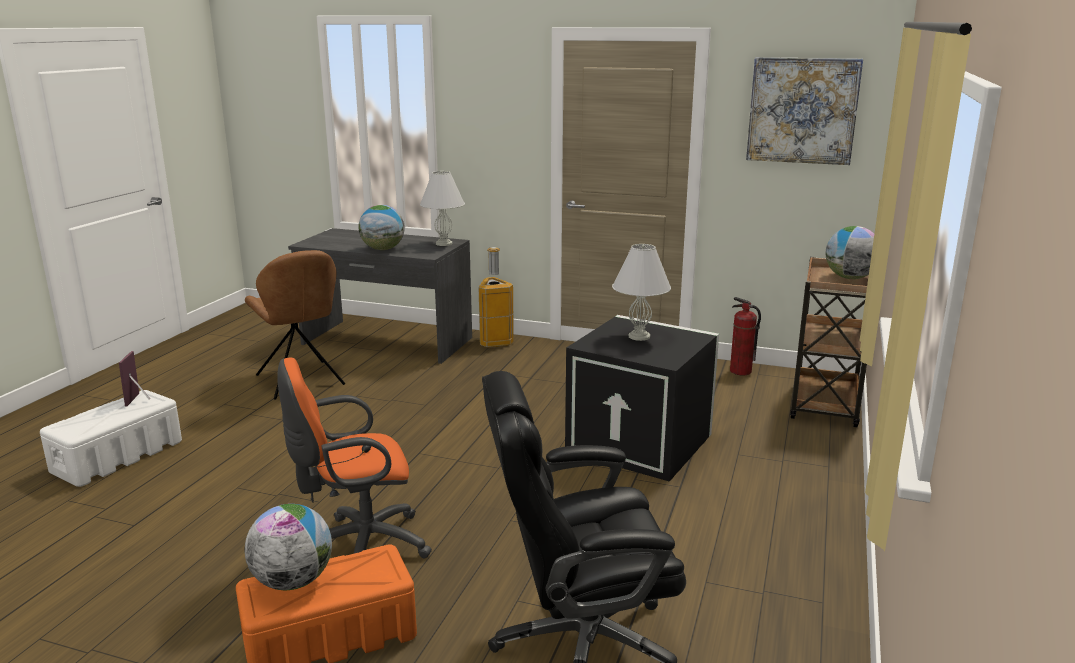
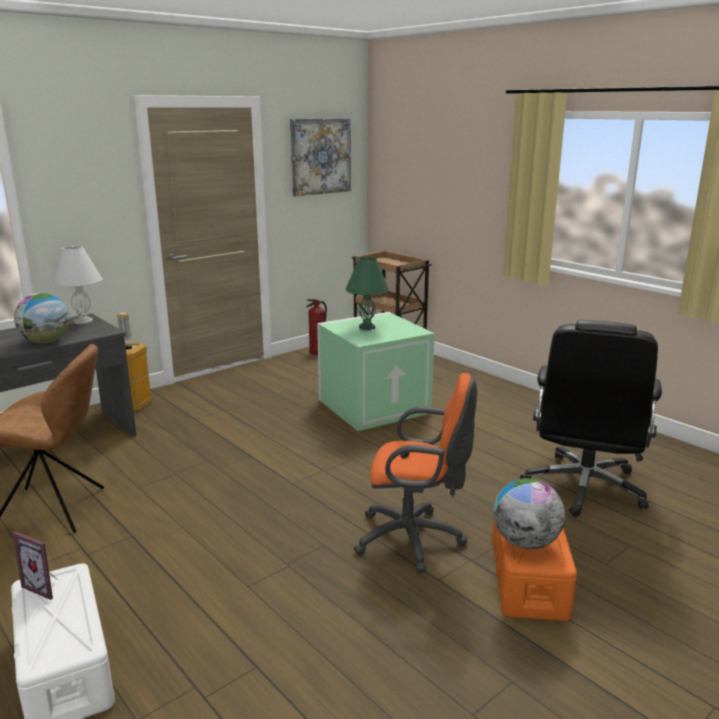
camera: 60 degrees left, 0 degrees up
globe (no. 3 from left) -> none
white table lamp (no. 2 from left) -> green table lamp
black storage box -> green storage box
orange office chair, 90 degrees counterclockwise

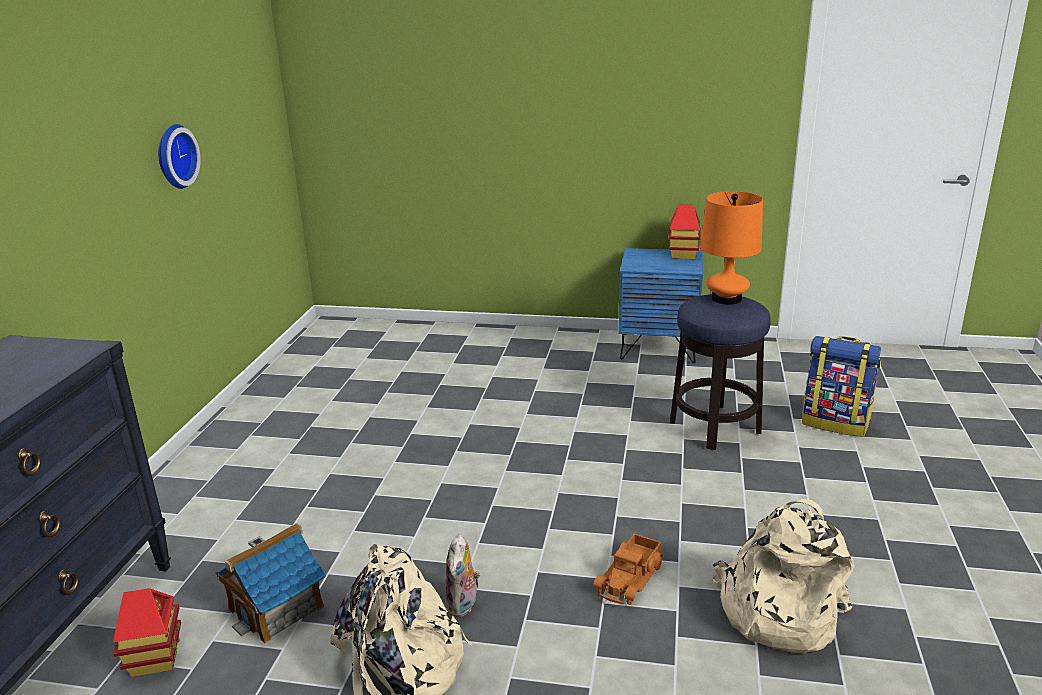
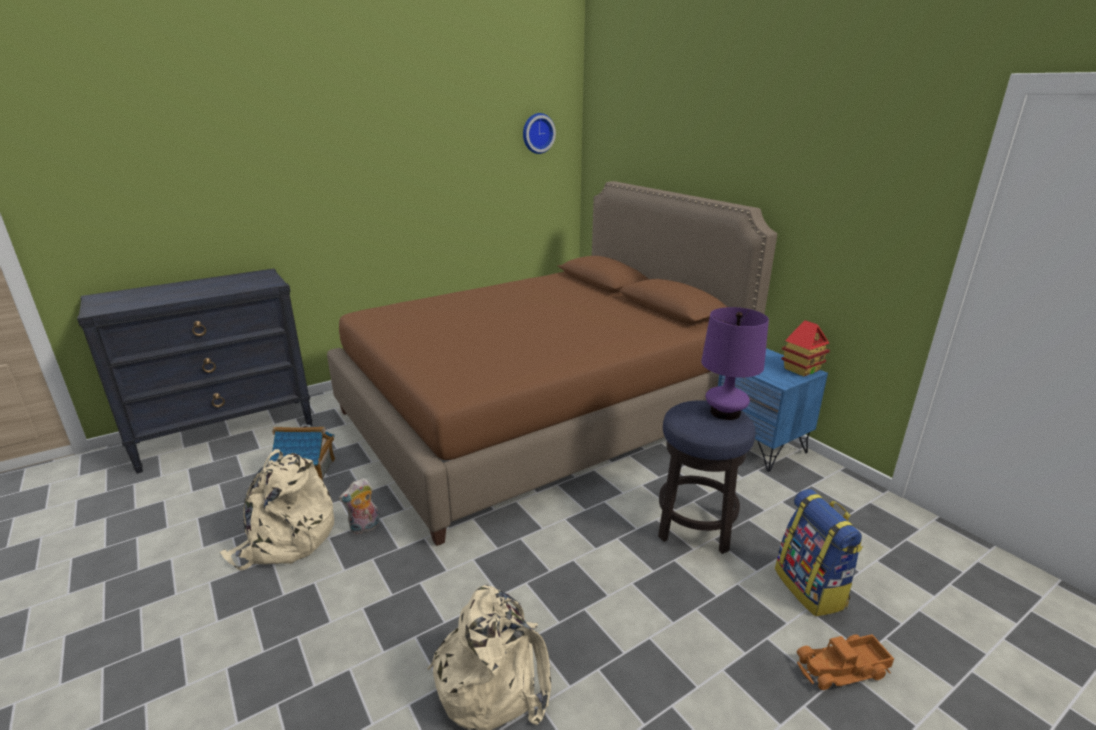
camera: 45 degrees right, 0 degrees up
wall clock, shifted
orange table lamp -> purple table lamp
toy truck, shifted
toy house (no. 1 from left) -> none
none -> brown bed

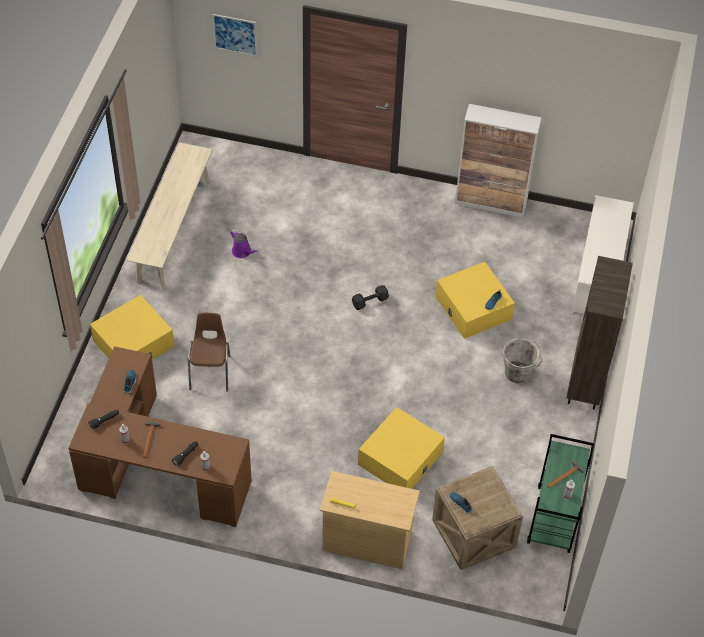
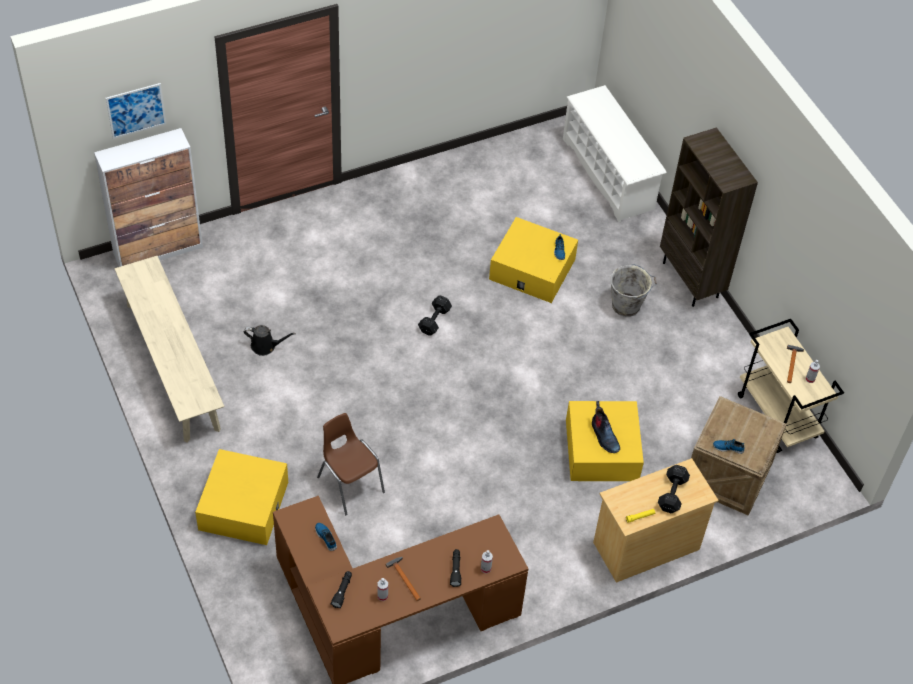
camera: 40 degrees left, 0 degrees up
cabinet, shifted
purple watering can -> black watering can
green cart -> beige cart
none -> boot
none -> black dumbbell (no. 2 from left)

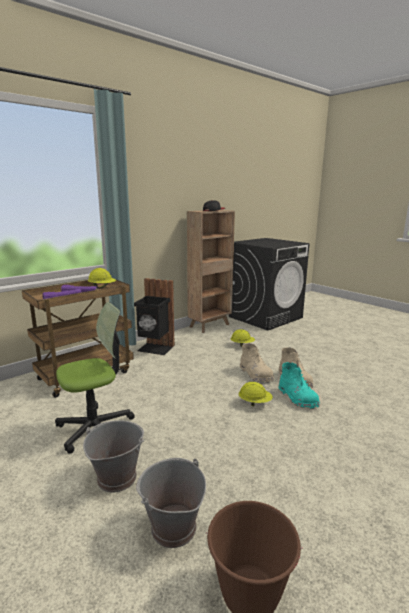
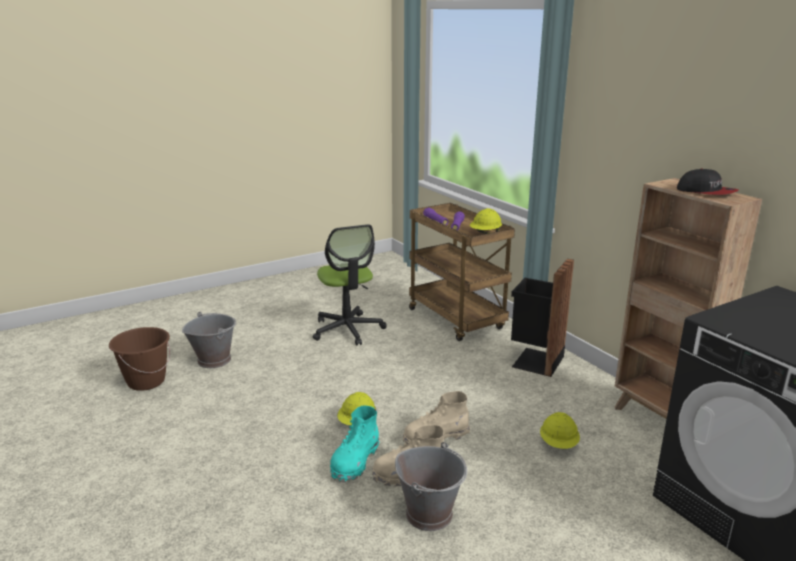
camera: 100 degrees right, 5 degrees up
turquoise boot, 45 degrees counterclockwise
grey bucket (no. 1 from left in the first image) -> grey bucket (no. 2 from left), shifted

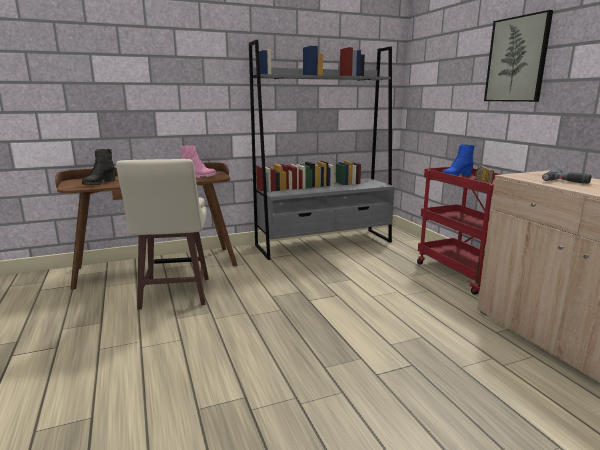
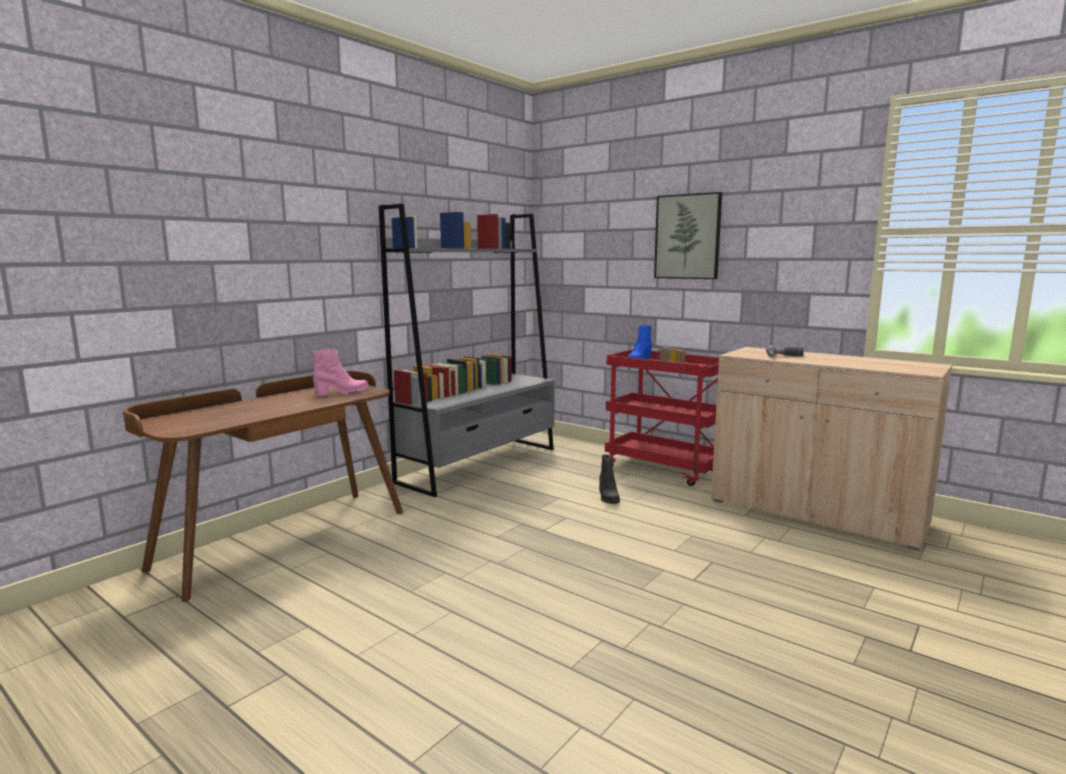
camera: 30 degrees left, 5 degrees down
black boot, shifted
beige stool -> none

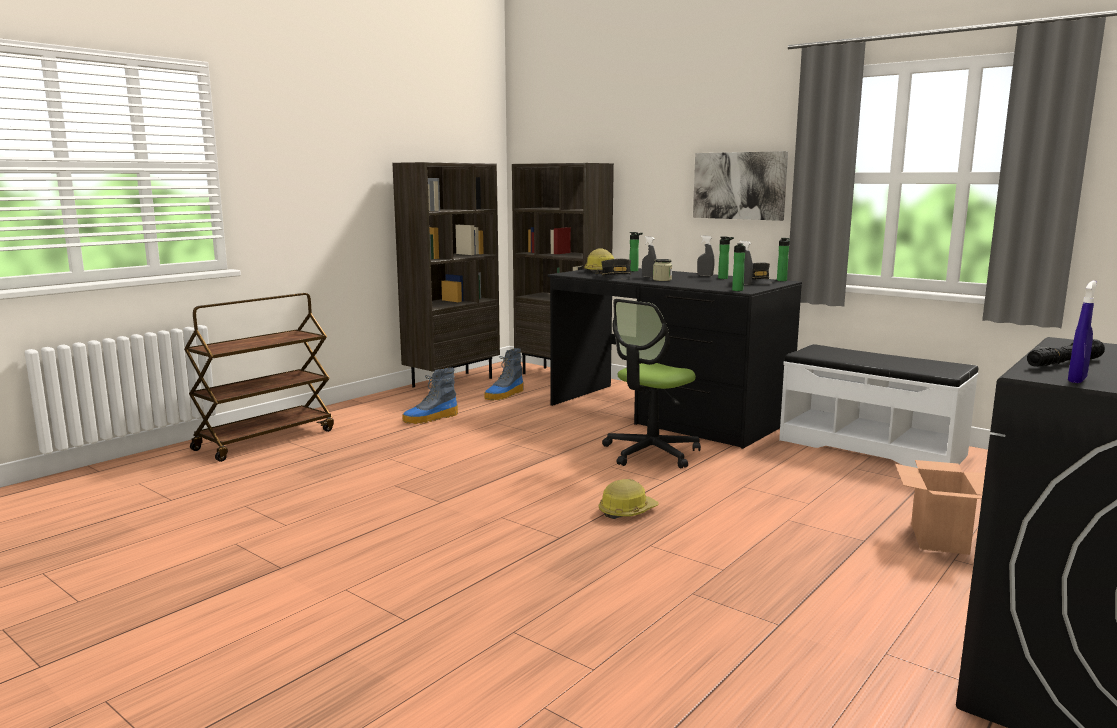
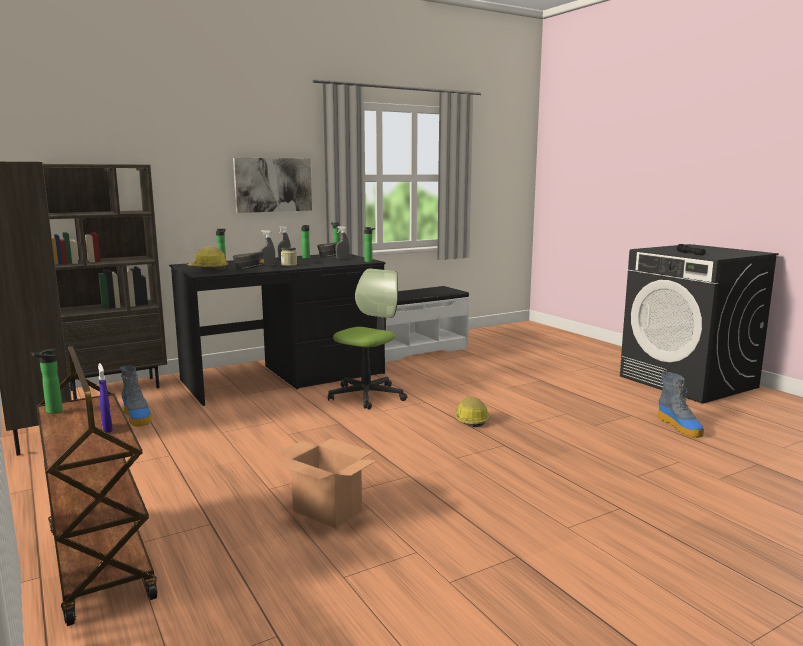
camera: 70 degrees left, 0 degrees up
blue spray bottle, shifted
office chair, 120 degrees counterclockwise
boot (no. 1 from left in the first image) -> boot (no. 2 from left), shifted
cardboard box, shifted
none -> bottle (no. 1 from left)

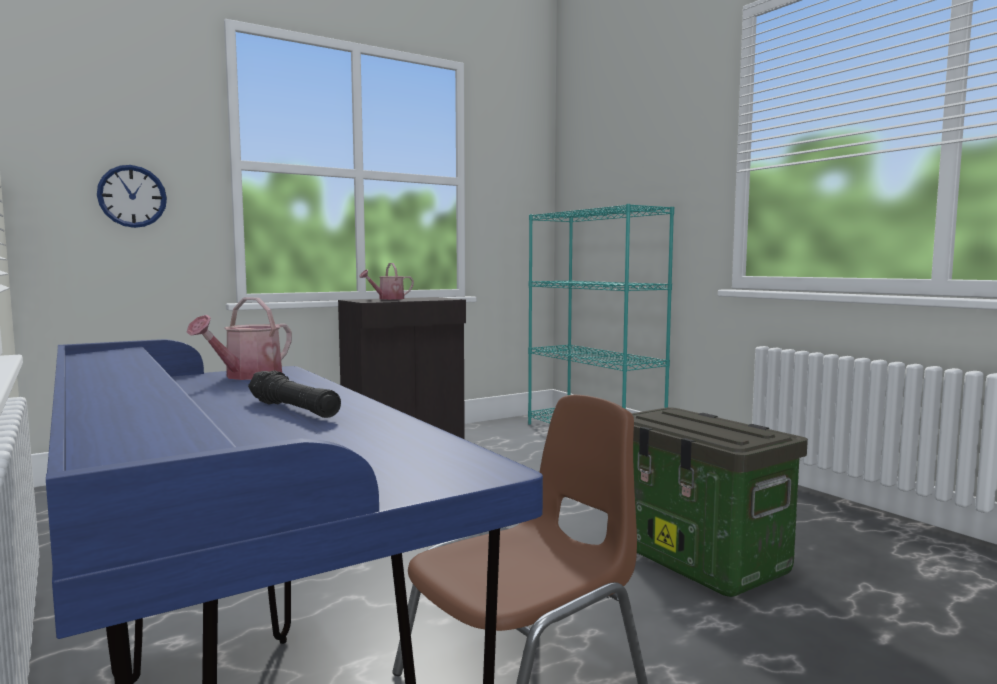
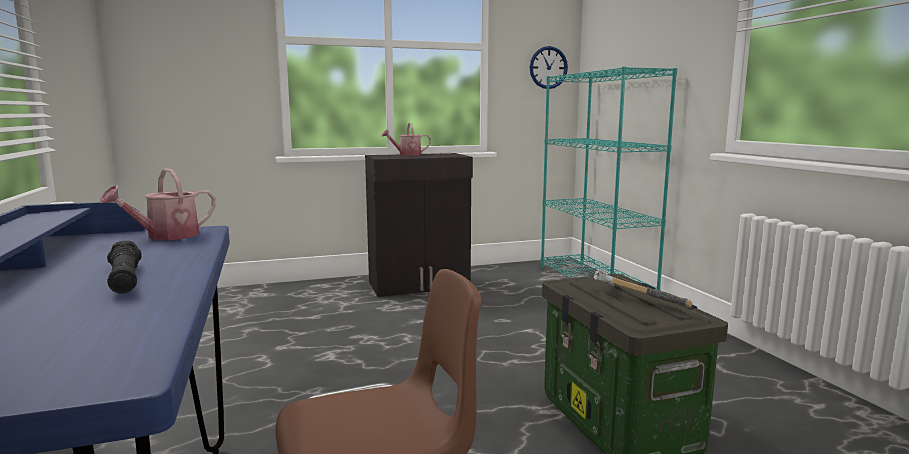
camera: 15 degrees right, 5 degrees up
wall clock, shifted
none -> hammer

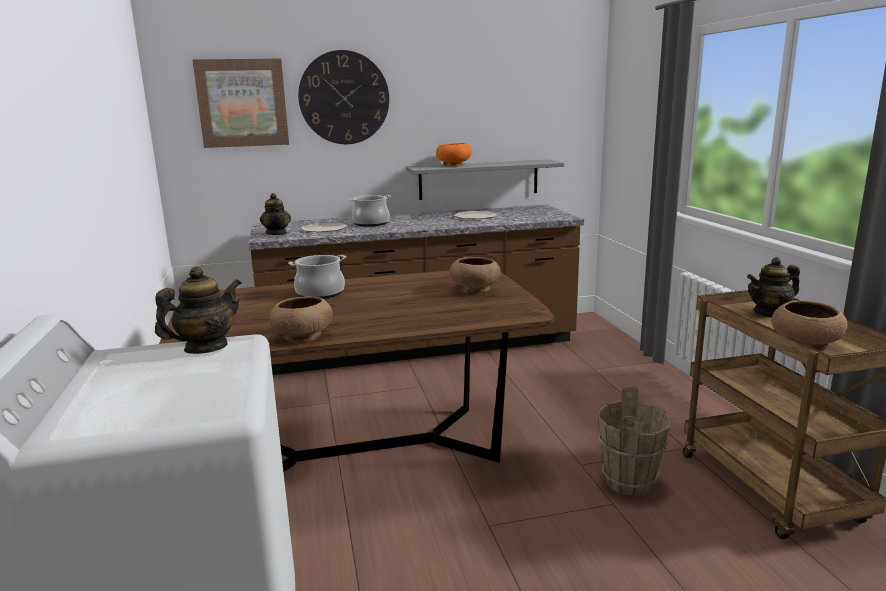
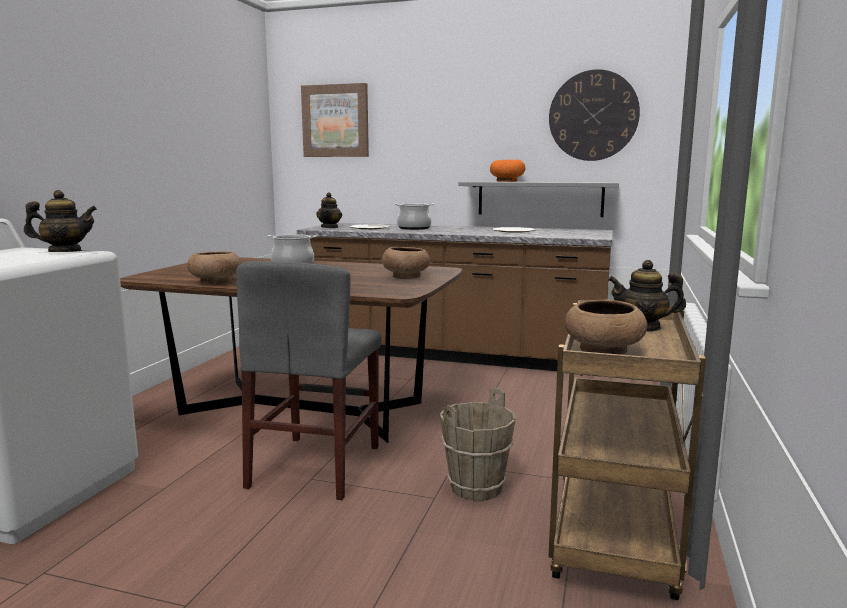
camera: 30 degrees right, 5 degrees down
wall clock, shifted
none -> grey chair

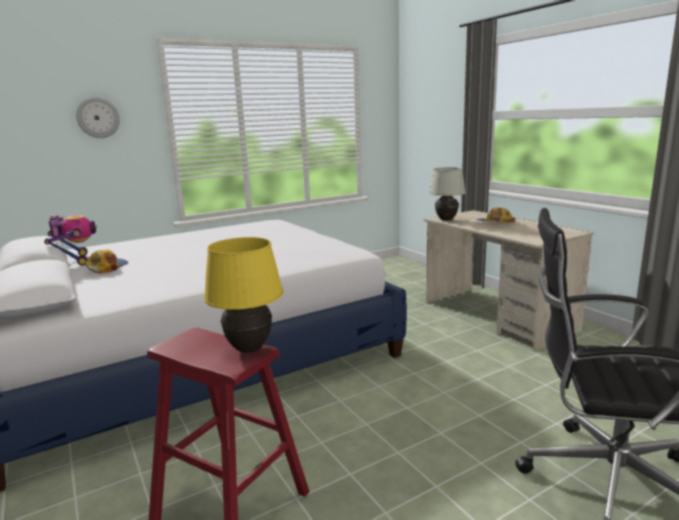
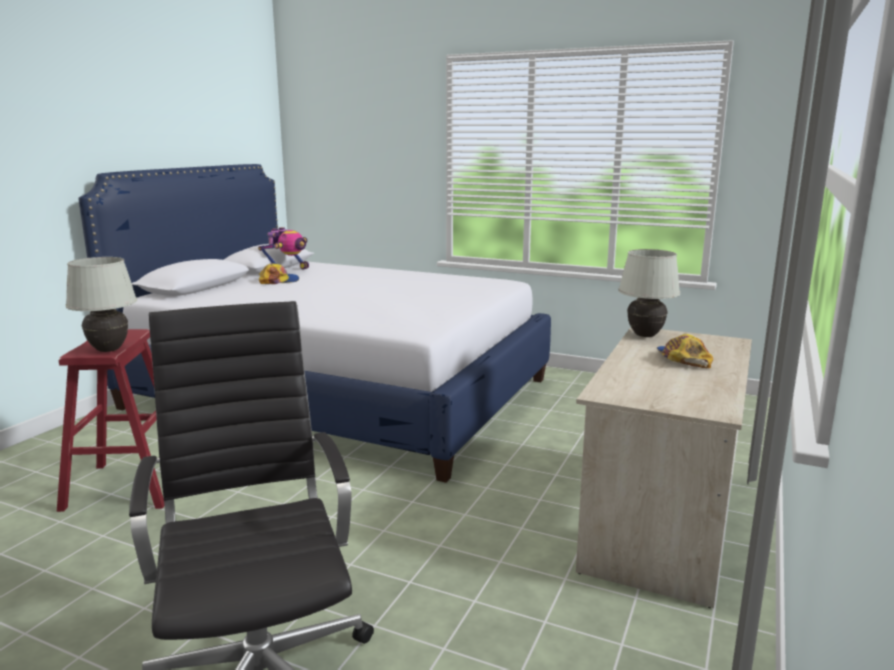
camera: 55 degrees right, 0 degrees up
wall clock -> none
yellow table lamp -> white table lamp (no. 1 from left)

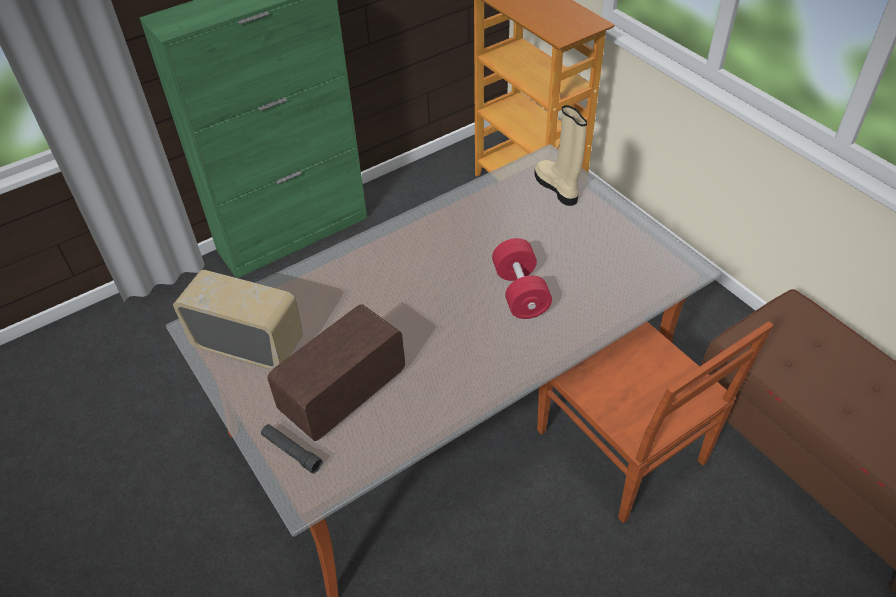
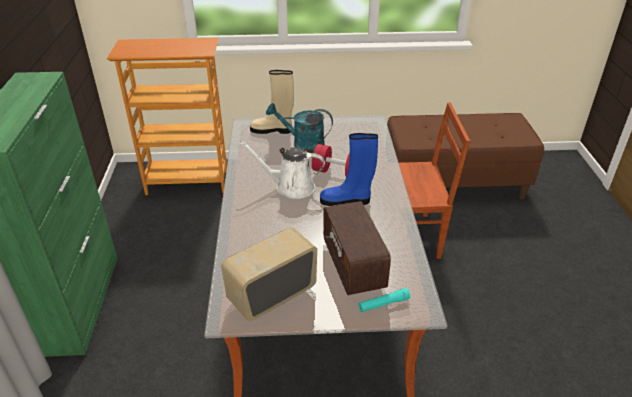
camera: 60 degrees left, 10 degrees down
black flashlight -> turquoise flashlight
none -> turquoise watering can
none -> blue boot
none -> white watering can

